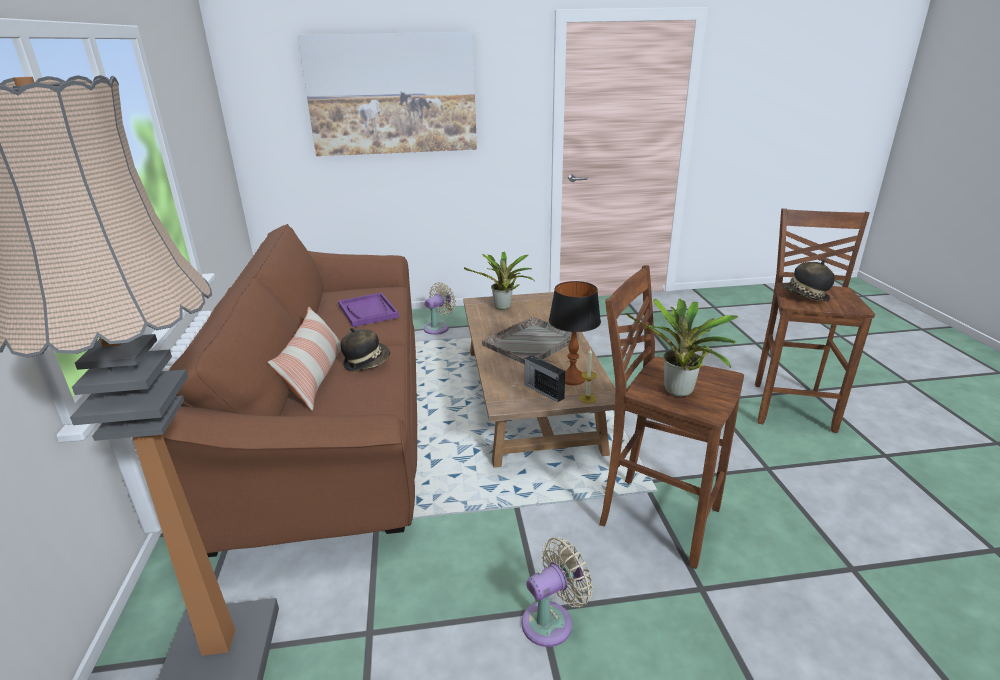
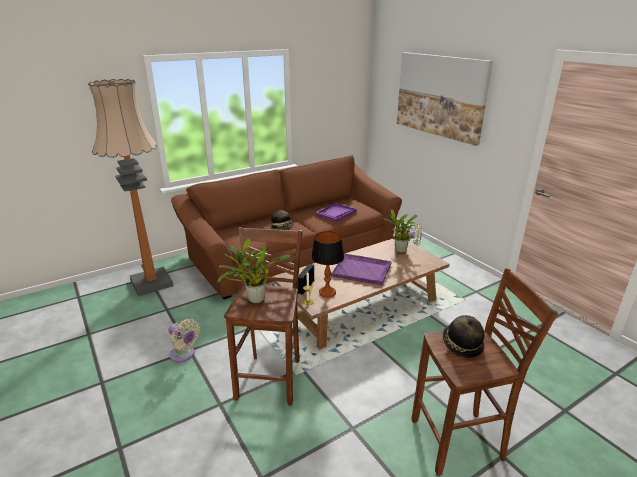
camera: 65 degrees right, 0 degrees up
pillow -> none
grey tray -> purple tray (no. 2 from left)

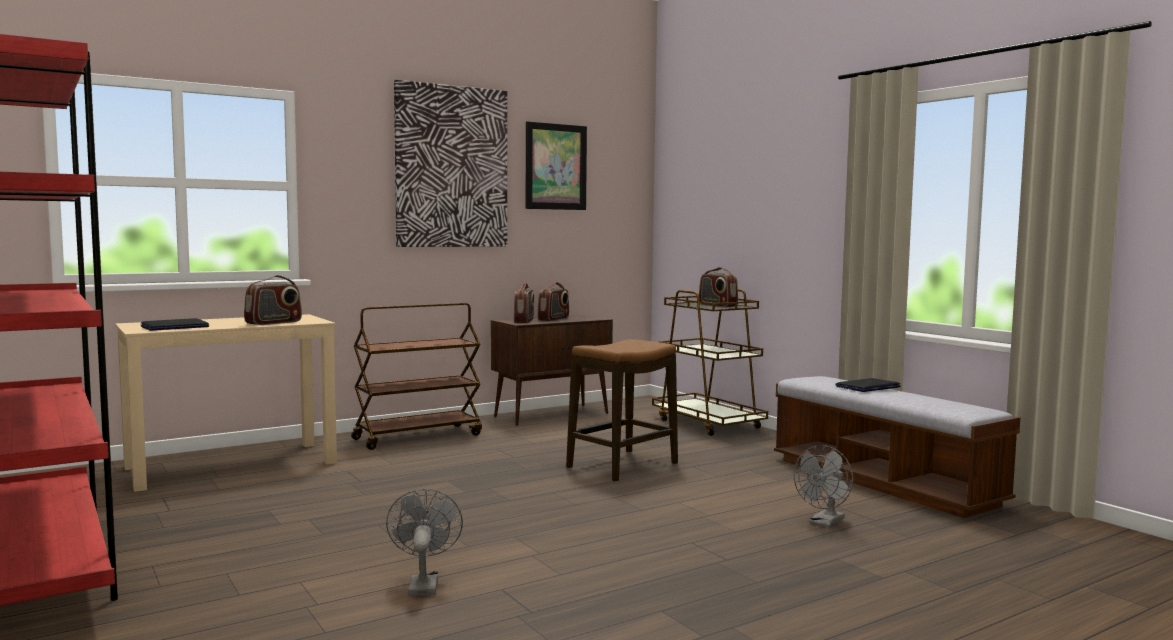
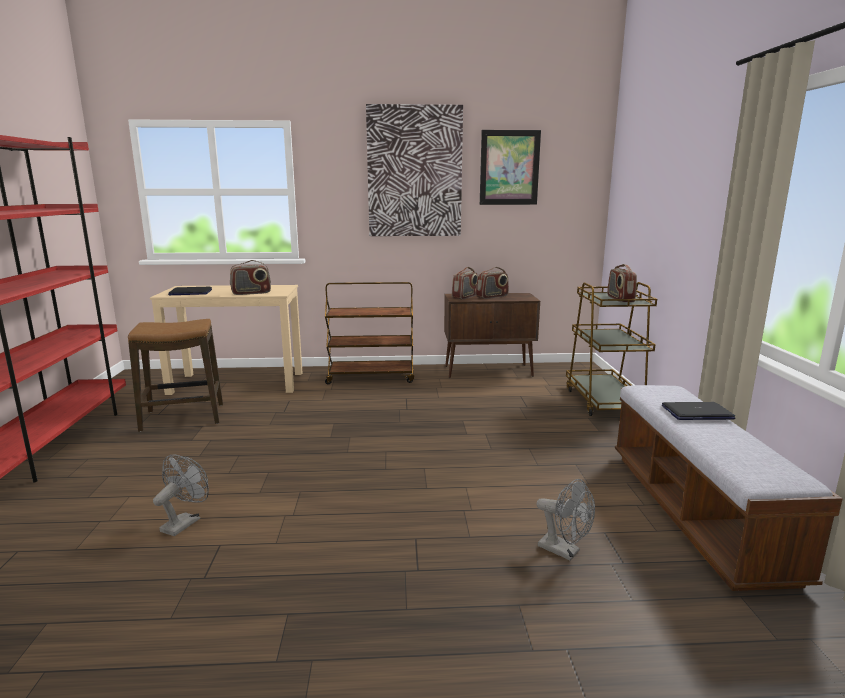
camera: 30 degrees right, 10 degrees up
stool, shifted
grey fan (no. 2 from left), 120 degrees counterclockwise

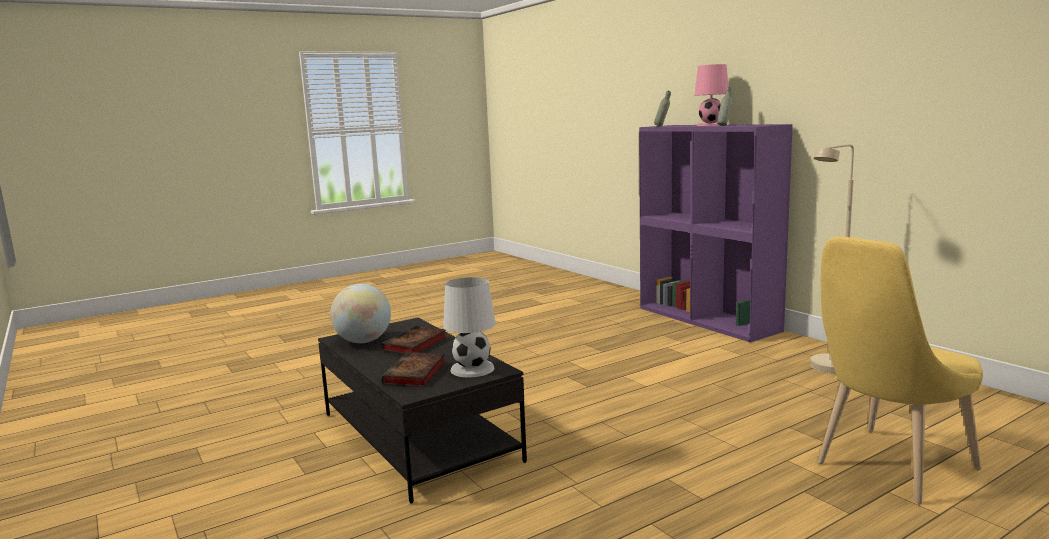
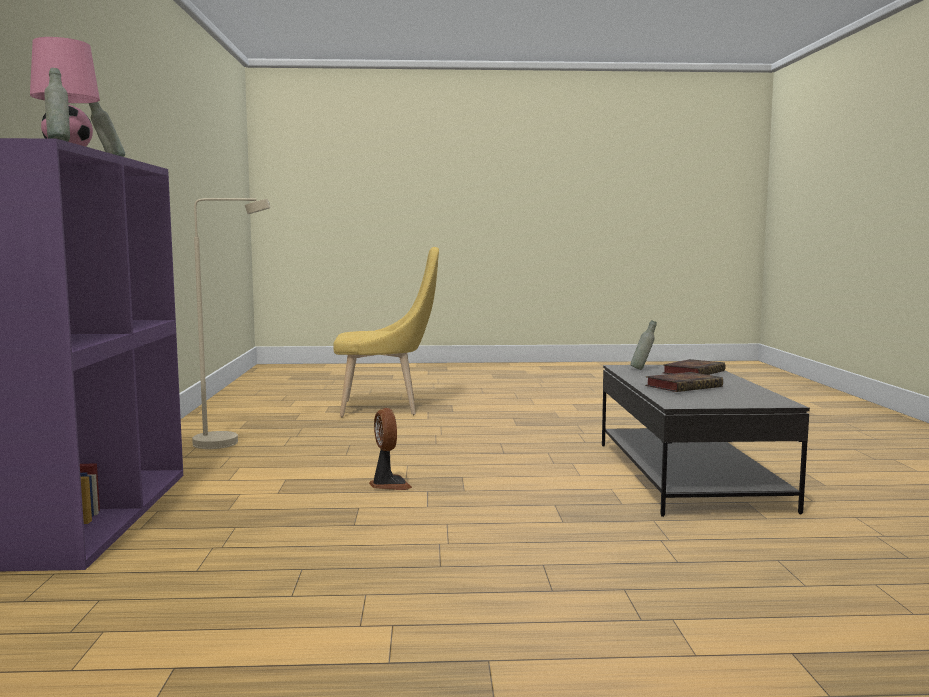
camera: 150 degrees left, 5 degrees down
white table lamp -> grey bottle (no. 3 from left)
globe -> none
none -> fan

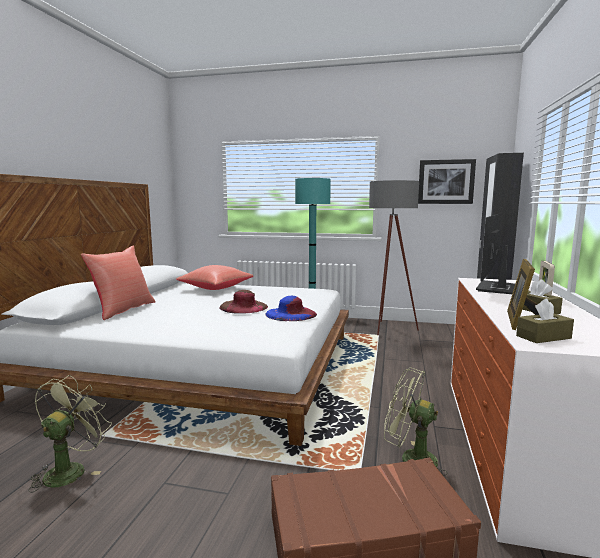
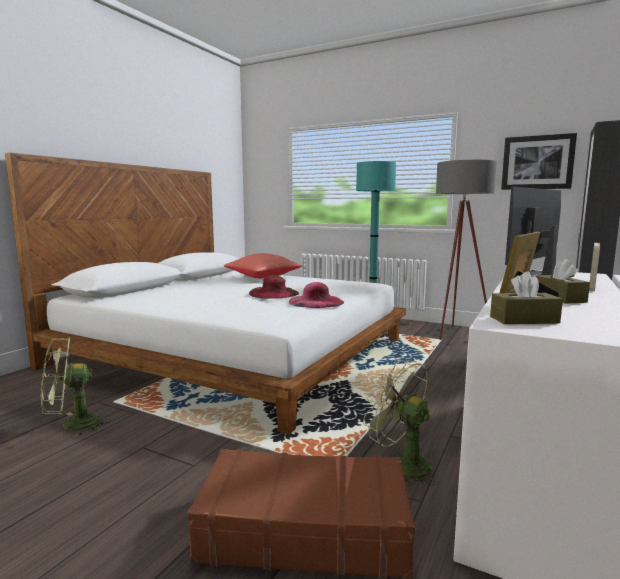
camera: 15 degrees right, 0 degrees up
red pillow (no. 1 from left) -> none
blue hat -> pink hat
green fan (no. 1 from left), 150 degrees counterclockwise

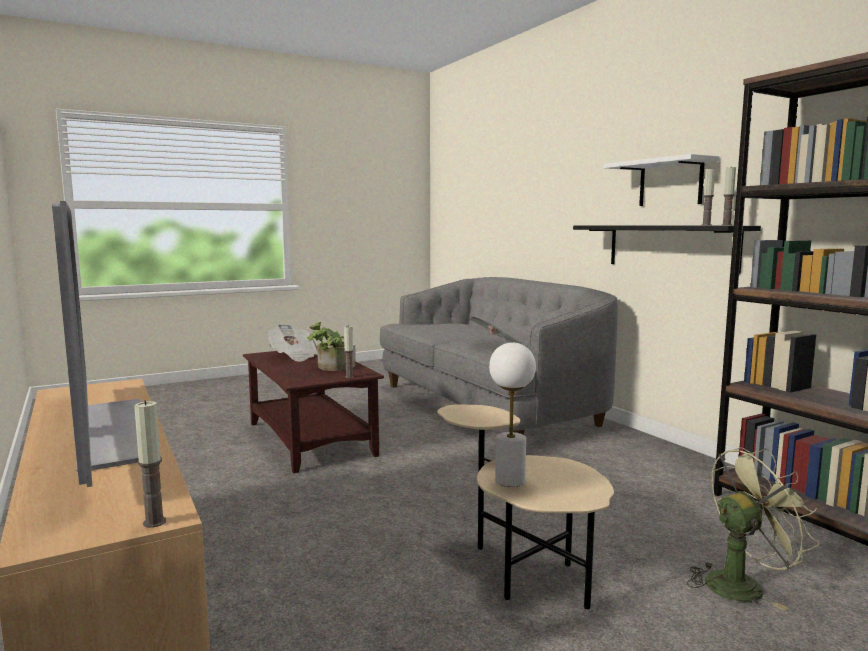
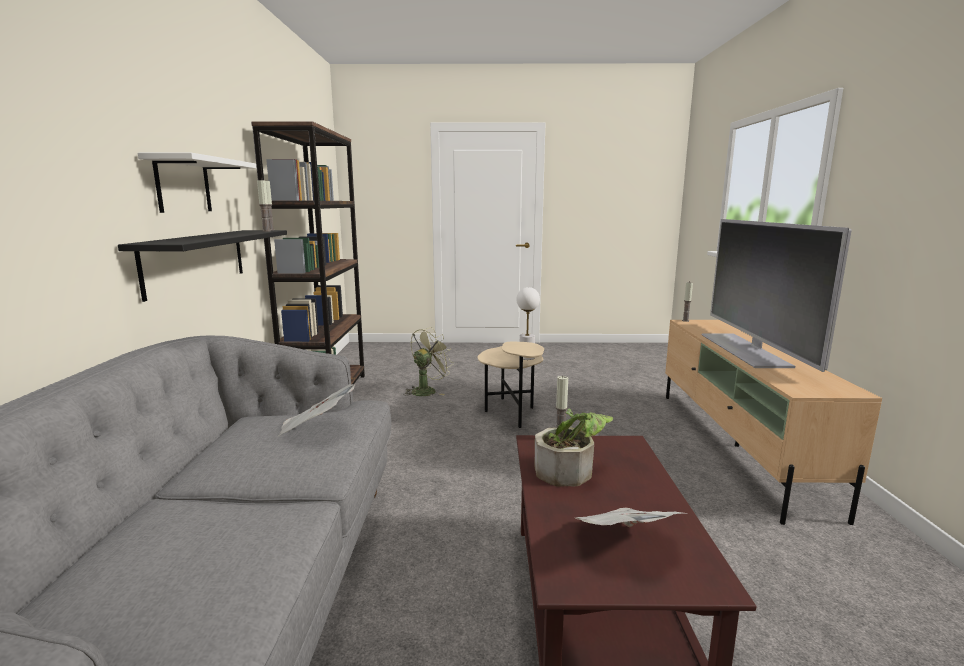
camera: 150 degrees left, 5 degrees up
green fan, 120 degrees clockwise

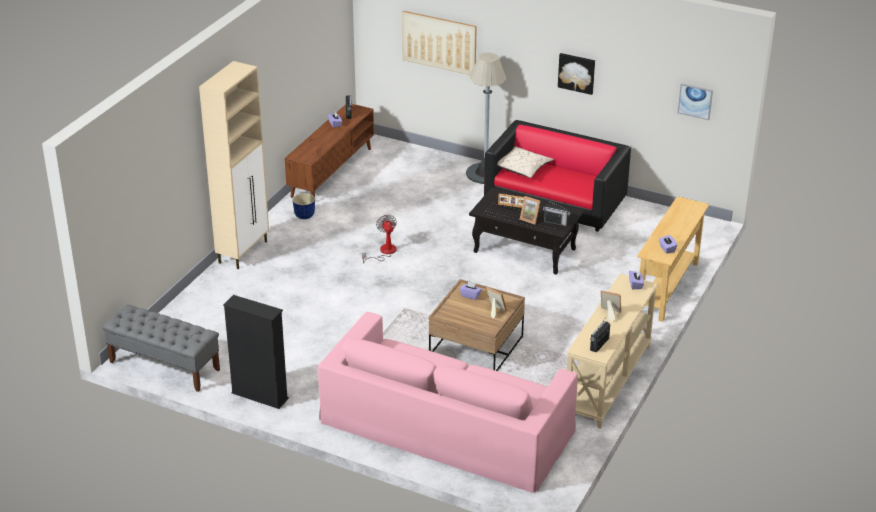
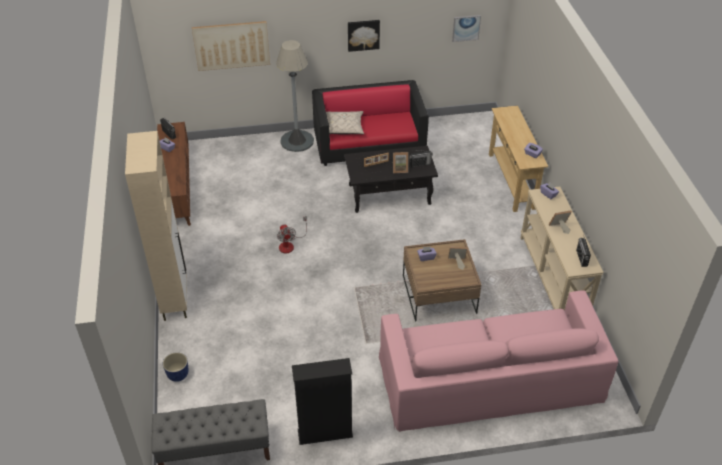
camera: 35 degrees left, 10 degrees up
planter, shifted
fan, 150 degrees counterclockwise

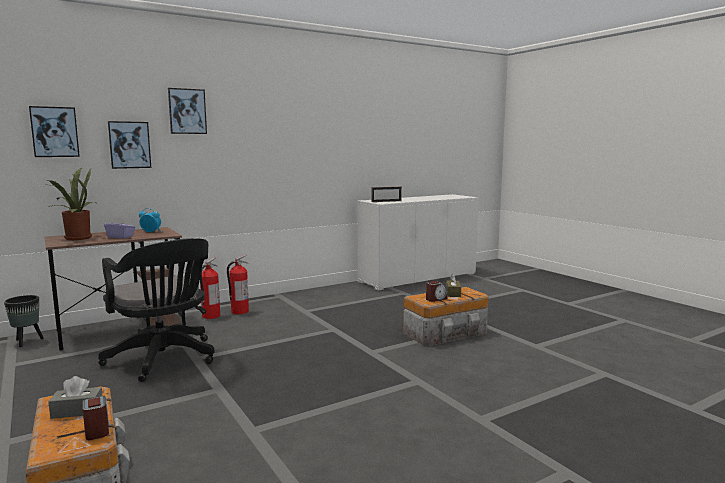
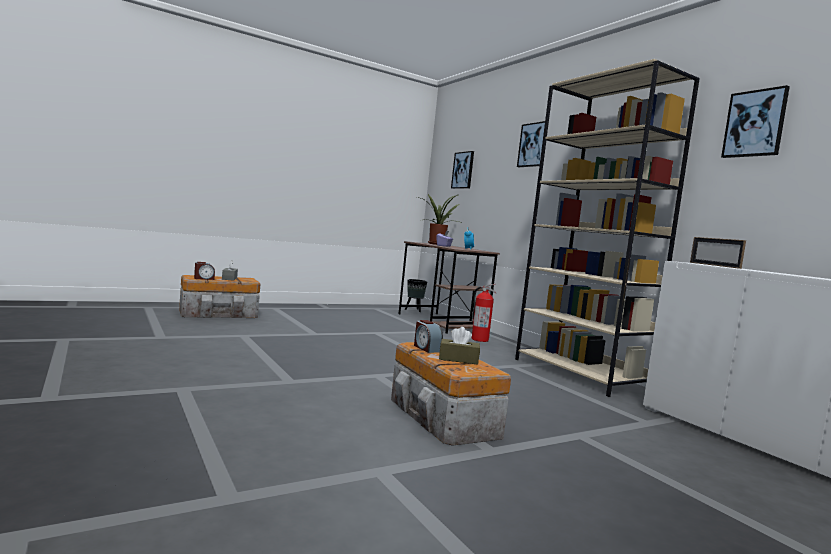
camera: 90 degrees right, 5 degrees down
picture (no. 2 from left in the first image) -> picture (no. 3 from left), shifted
black office chair -> none
fire extinguisher (no. 2 from left) -> none
none -> beige bookcase

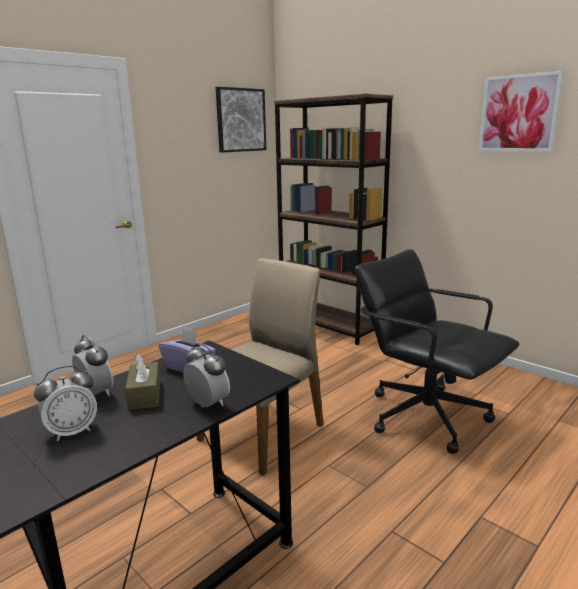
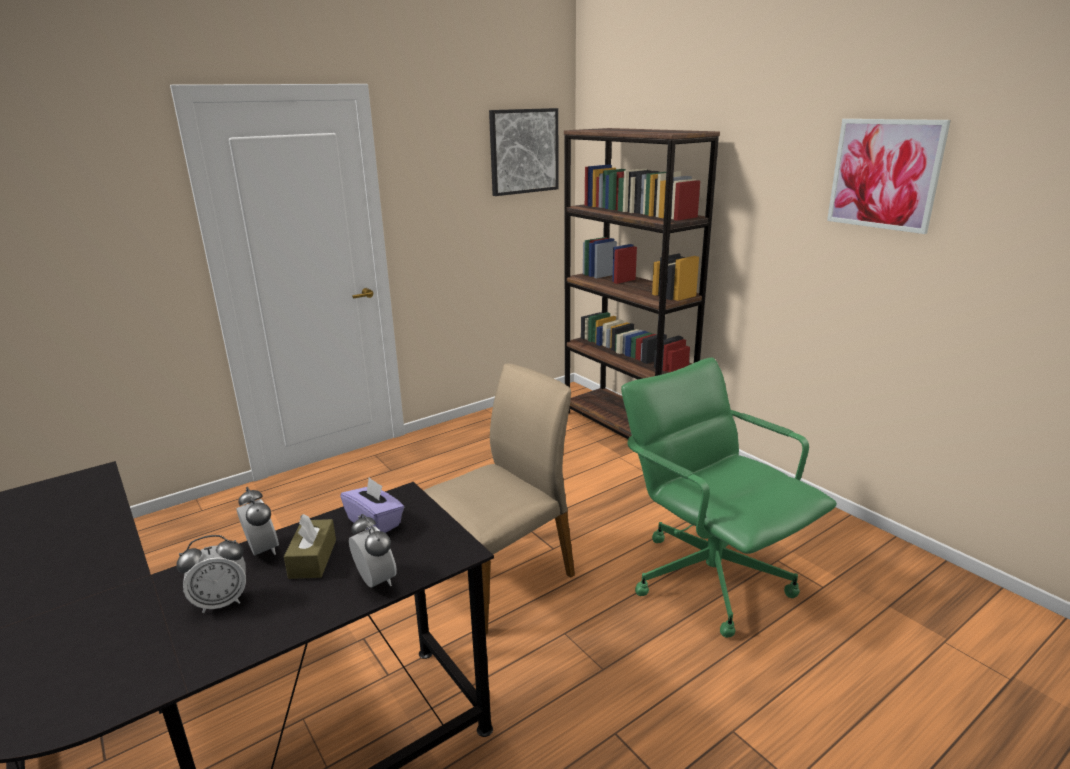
camera: 10 degrees right, 5 degrees up
black office chair -> green office chair

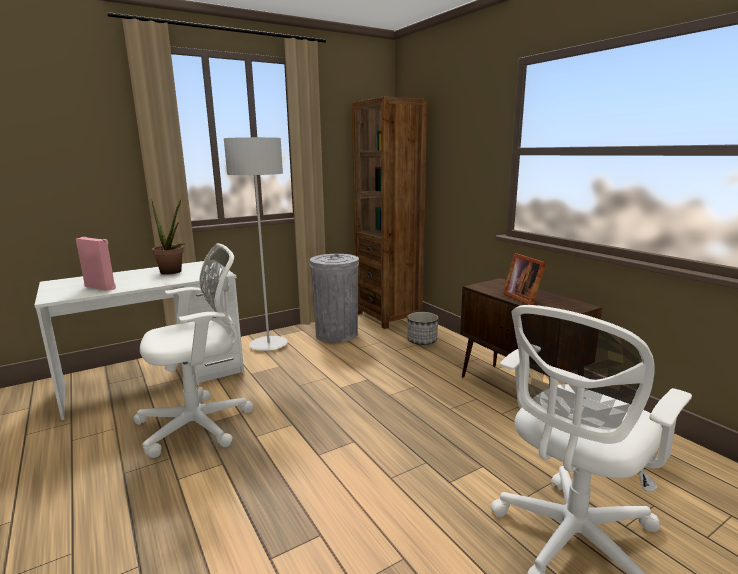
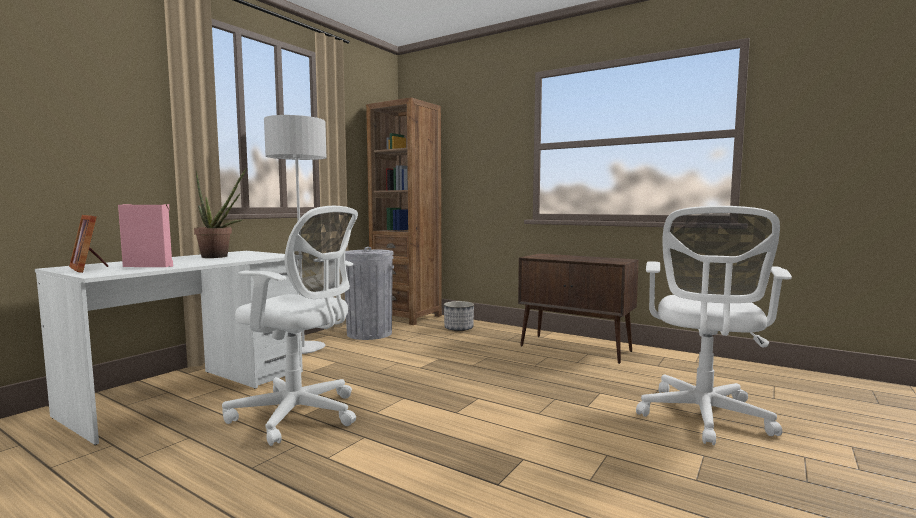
camera: 25 degrees left, 10 degrees down
white office chair (no. 1 from left), 75 degrees clockwise
picture frame, shifted

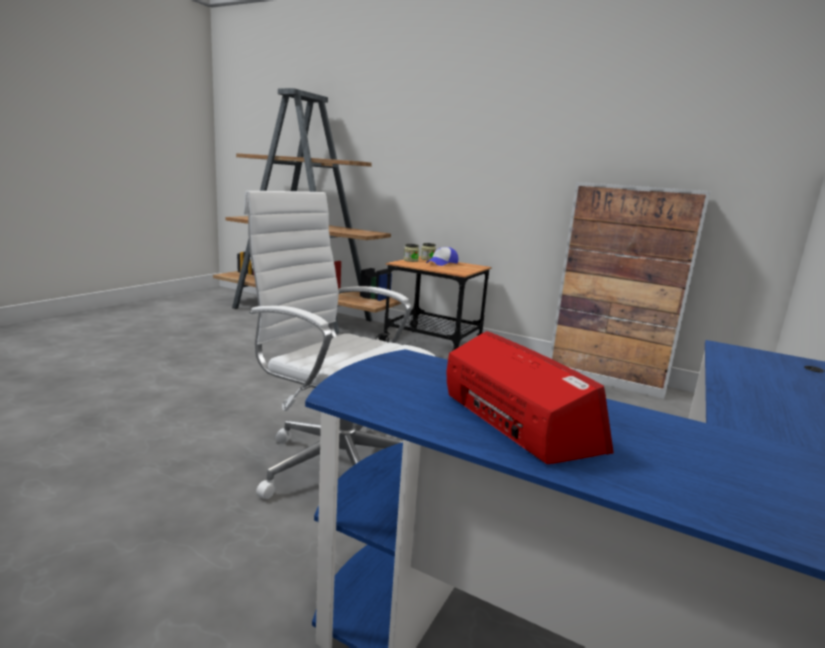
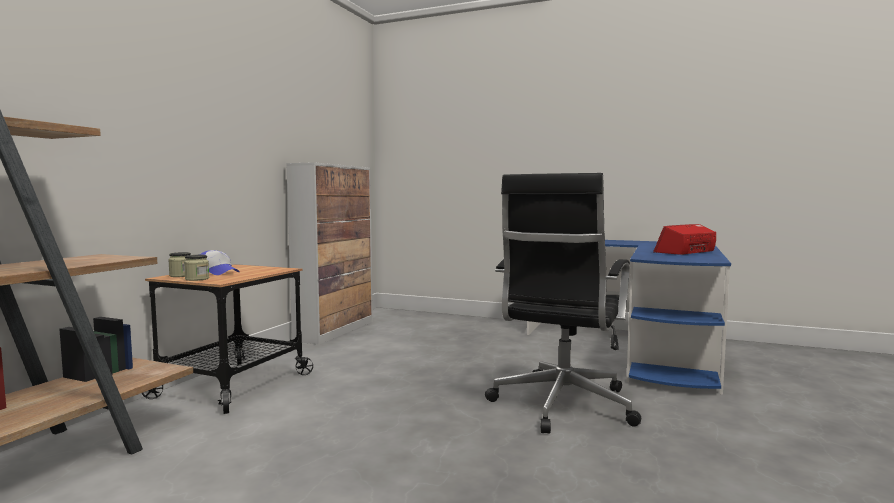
camera: 95 degrees left, 10 degrees down
white office chair -> black office chair

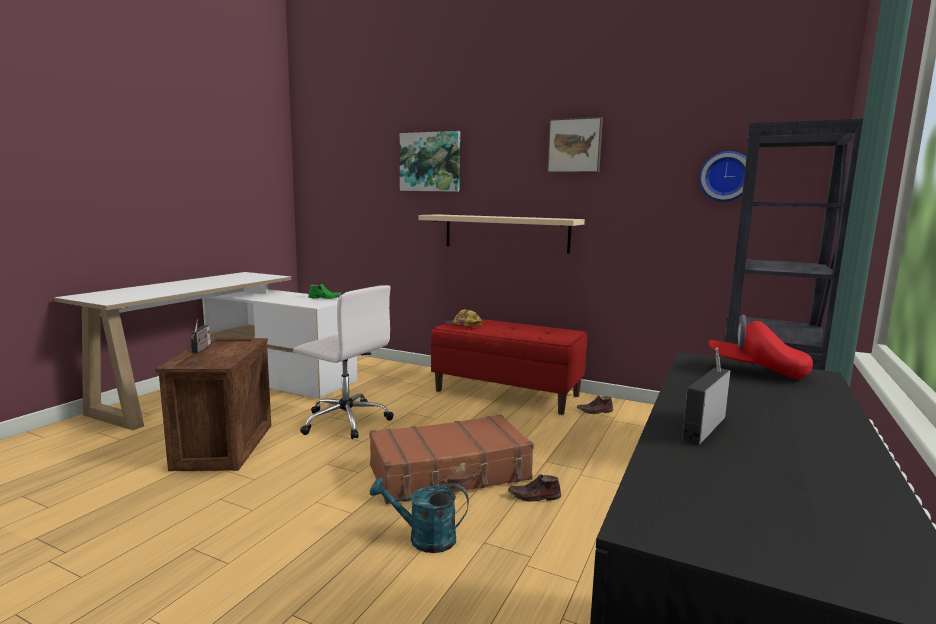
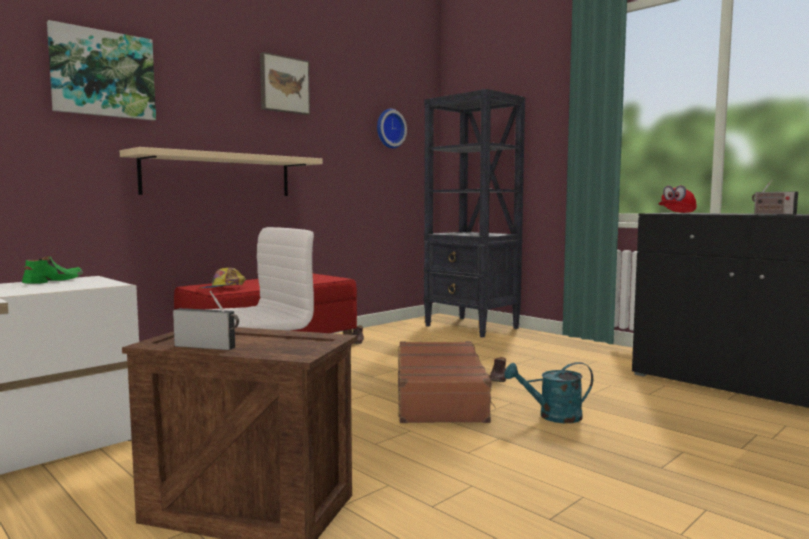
camera: 70 degrees left, 5 degrees down
turquoise watering can, 60 degrees clockwise

